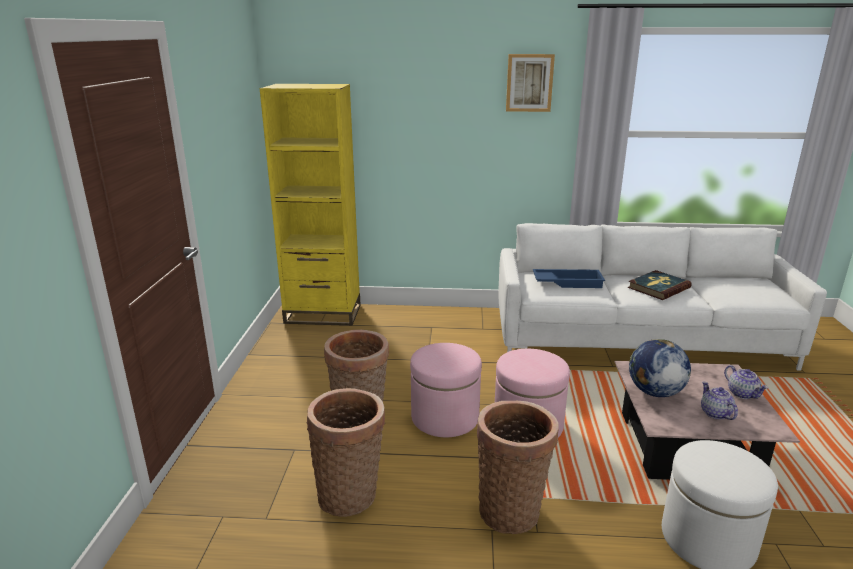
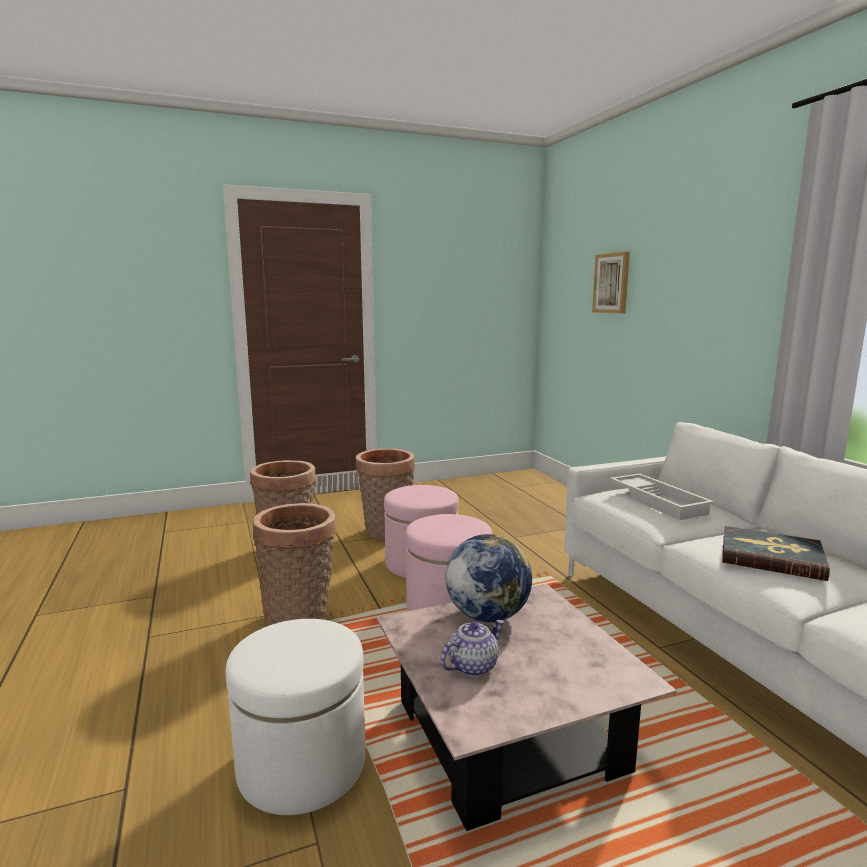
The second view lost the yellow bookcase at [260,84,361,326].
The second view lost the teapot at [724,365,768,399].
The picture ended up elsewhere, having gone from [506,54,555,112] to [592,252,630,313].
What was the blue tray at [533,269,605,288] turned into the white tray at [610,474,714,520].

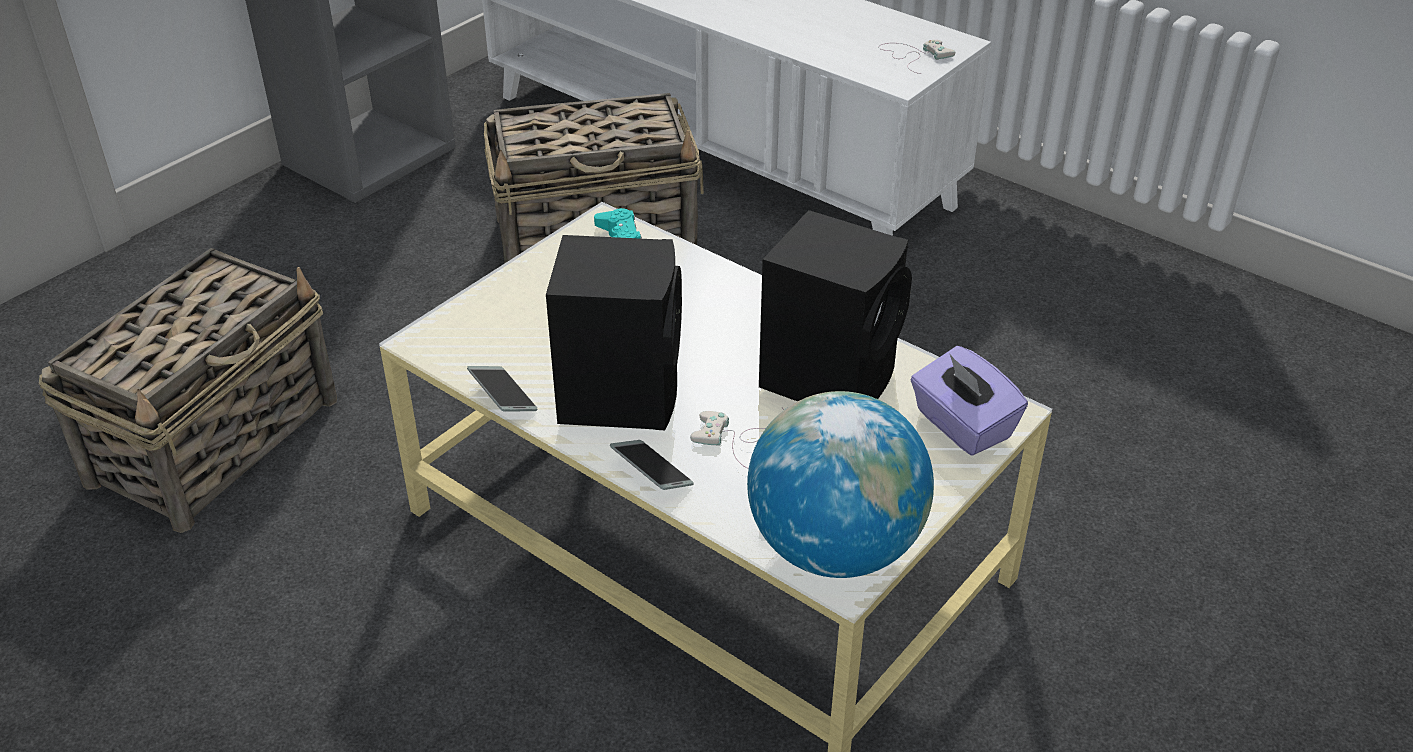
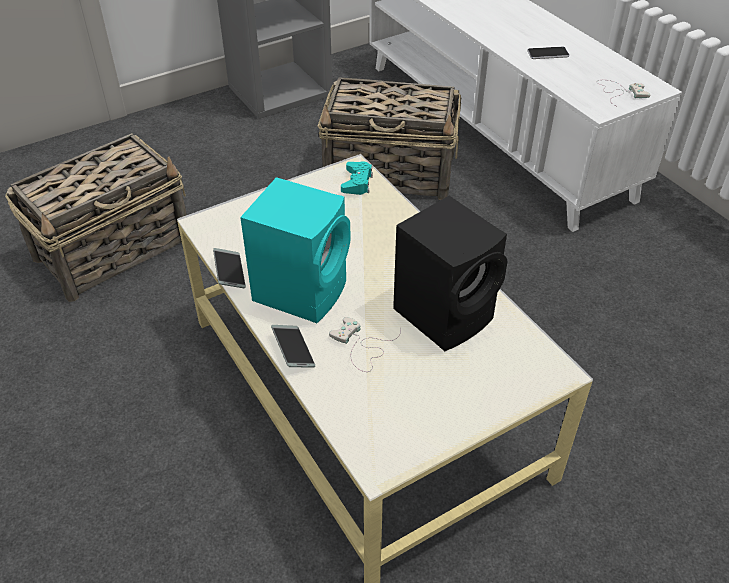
The second view lost the globe at [747,391,934,578].
The second view lost the purple tissue box at [911,346,1028,456].
The second view gained the phone at [527,47,569,59].
What was the black speaker at [546,235,682,430] turned into the turquoise speaker at [240,177,351,323].

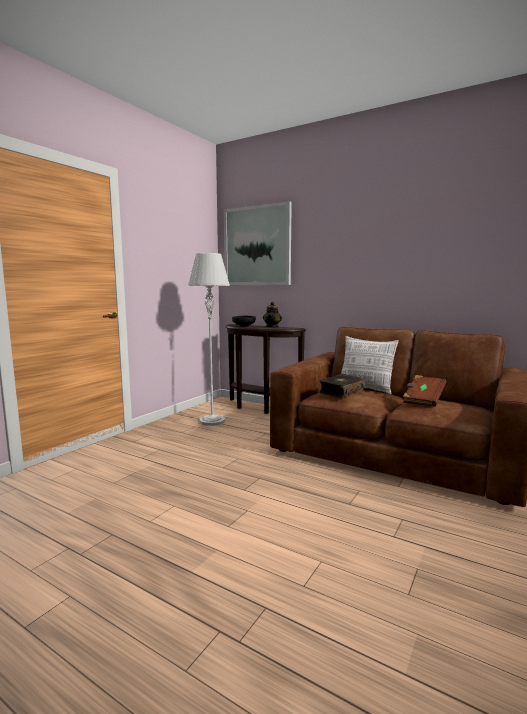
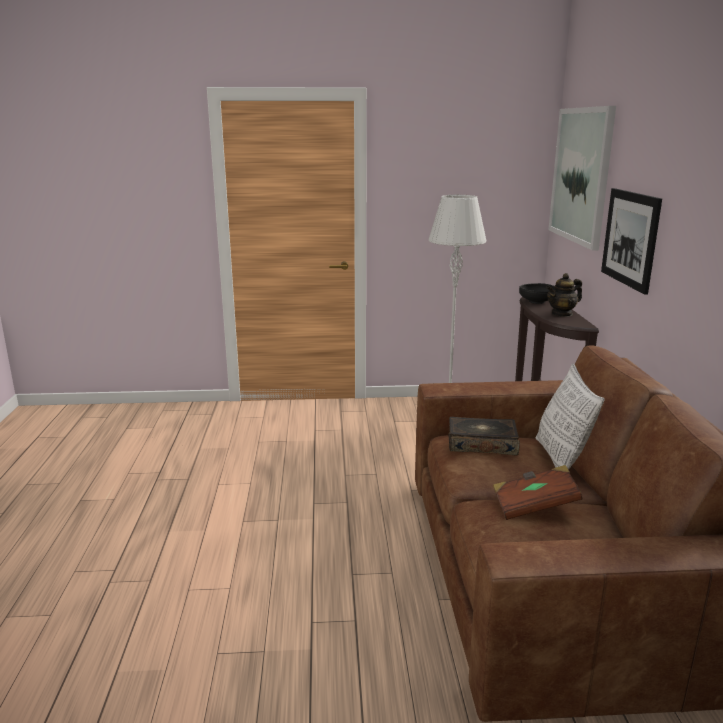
The second view gained the picture at [601,188,662,294].

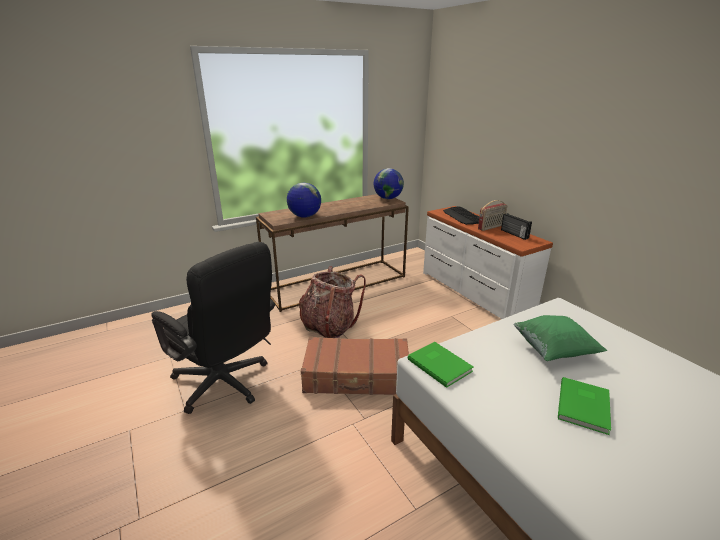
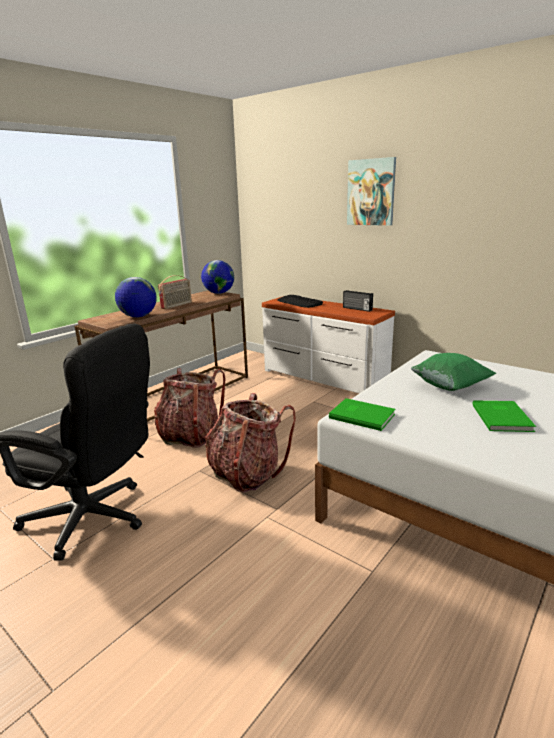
The second view gained the picture at [347,157,396,226].
The radio ended up elsewhere, having gone from [478,200,507,231] to [158,275,192,309].
Where the brown suitcase stood at [301,337,409,395], the backpack came to stand at [205,393,296,493].

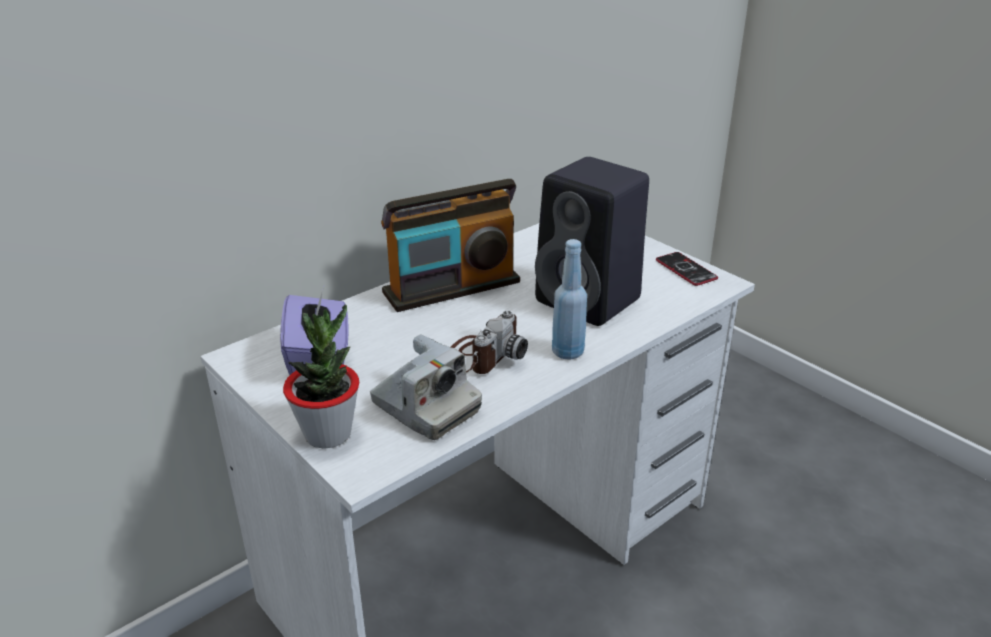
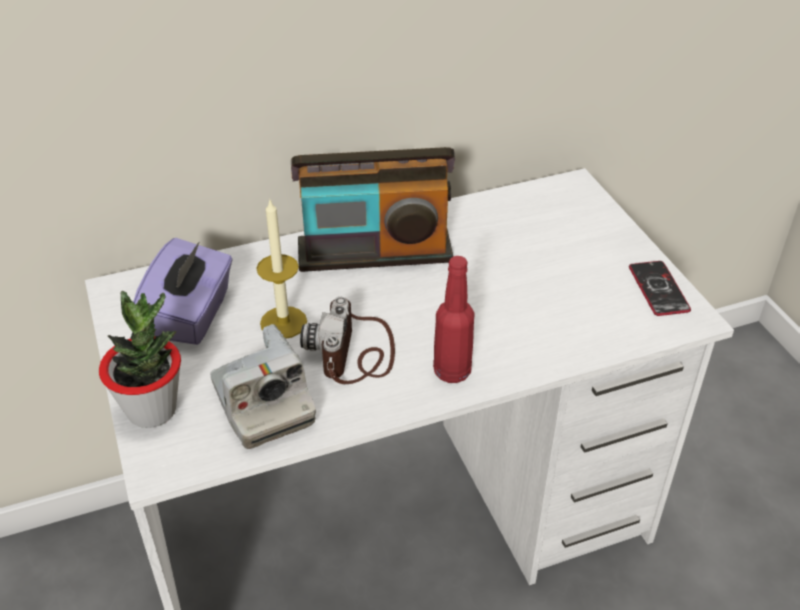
The second view lost the black speaker at [535,157,649,326].
The second view gained the candle at [256,198,307,338].
What was the blue bottle at [552,239,587,360] turned into the red bottle at [433,256,475,383].
The photo camera at [451,310,528,374] ended up facing another way, 135 degrees clockwise from before.

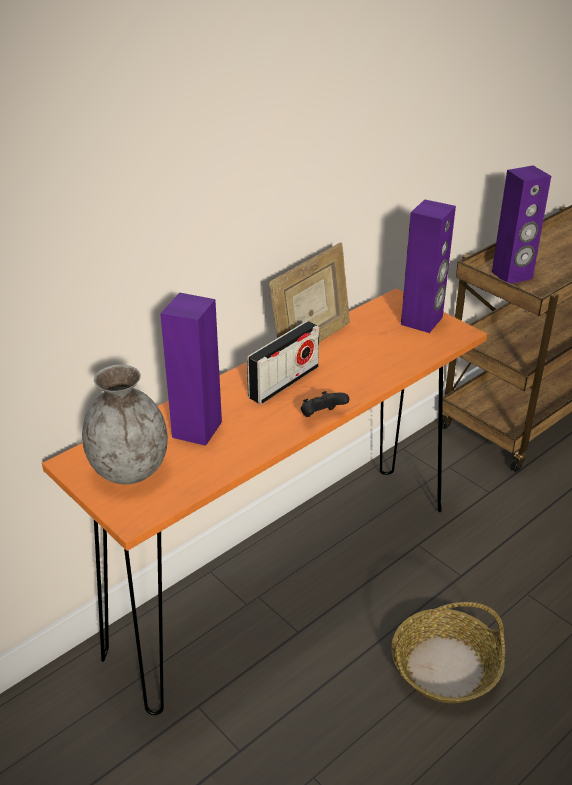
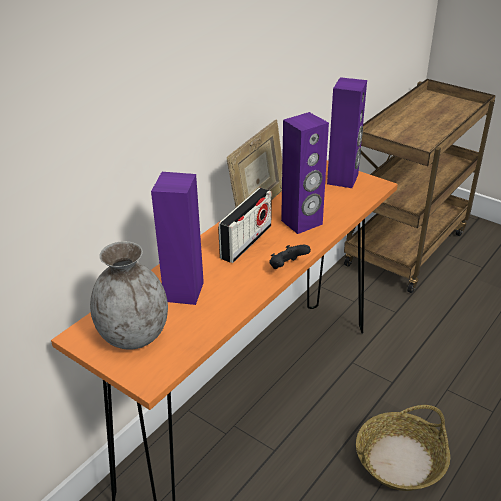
The purple speaker ended up elsewhere, having gone from [492,166,551,284] to [281,112,329,234].

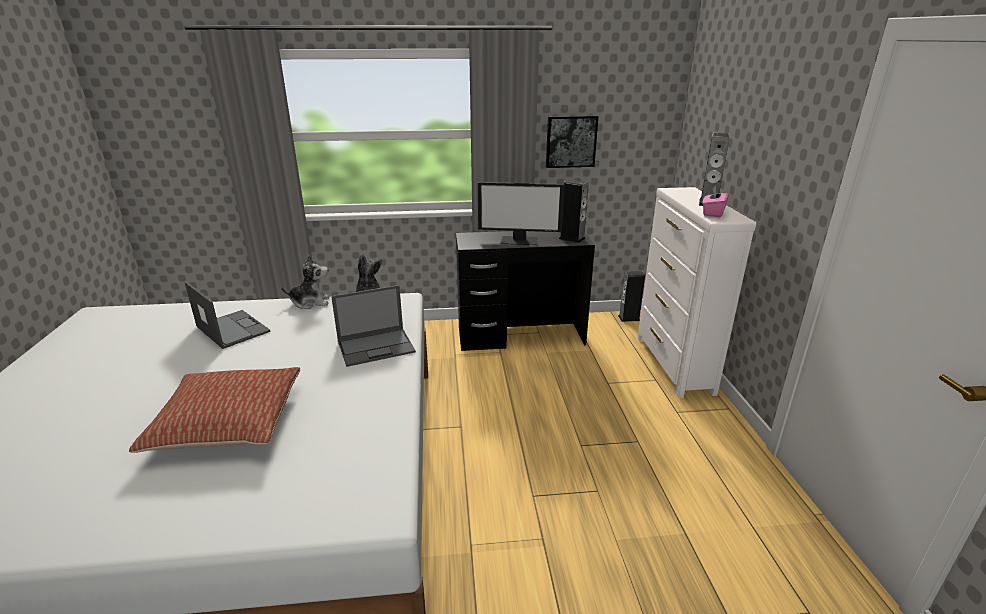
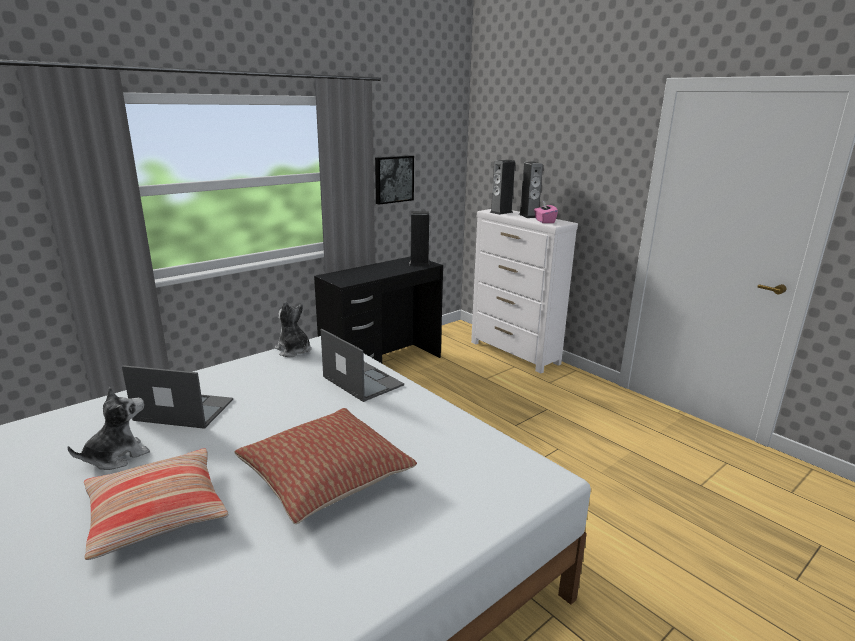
The second view lost the monitor at [478,182,564,245].
The second view gained the pillow at [84,449,229,560].
The plush toy ended up elsewhere, having gone from [281,255,330,309] to [67,387,150,470].
The speaker ended up elsewhere, having gone from [618,271,645,322] to [490,160,515,215].
The laptop at [331,285,416,367] ended up facing another way, 75 degrees counterclockwise from before.

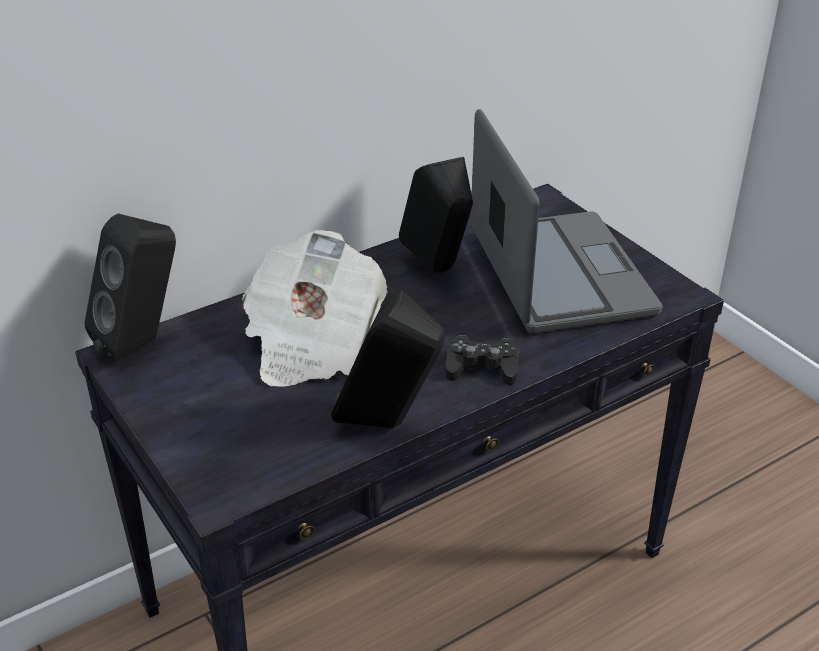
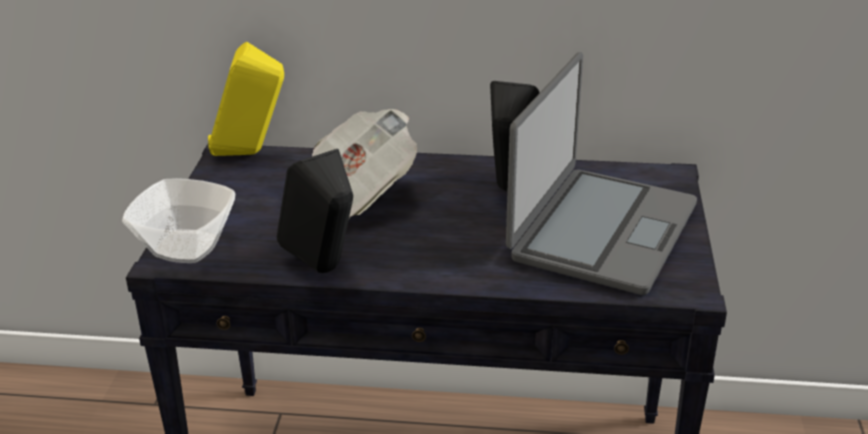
The second view lost the black game controller at [445,335,519,386].
The second view gained the bowl at [122,178,235,263].
What was the black speaker at [85,214,176,362] turned into the yellow speaker at [208,42,284,156].

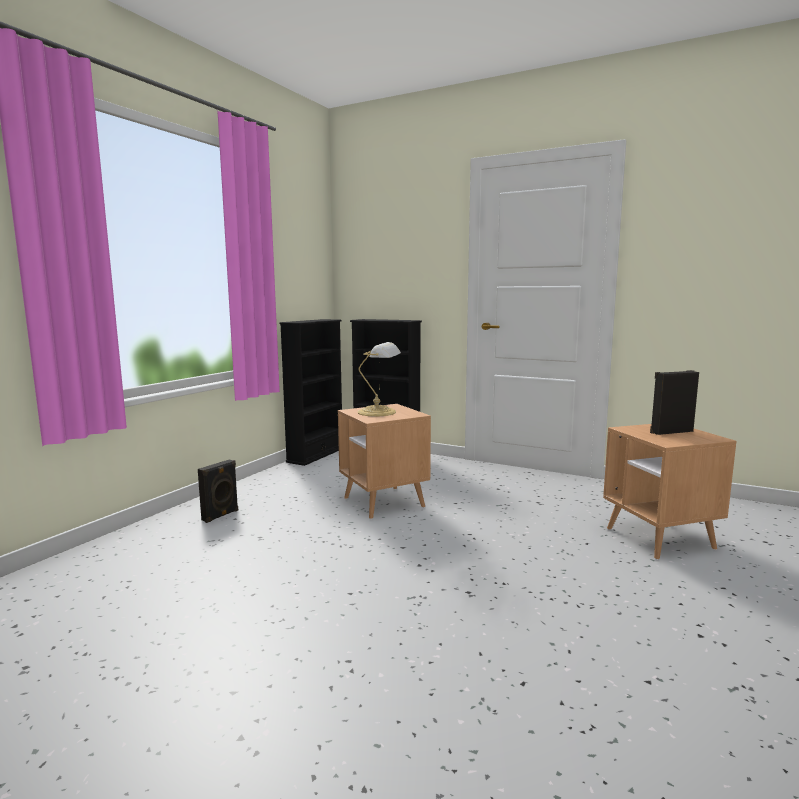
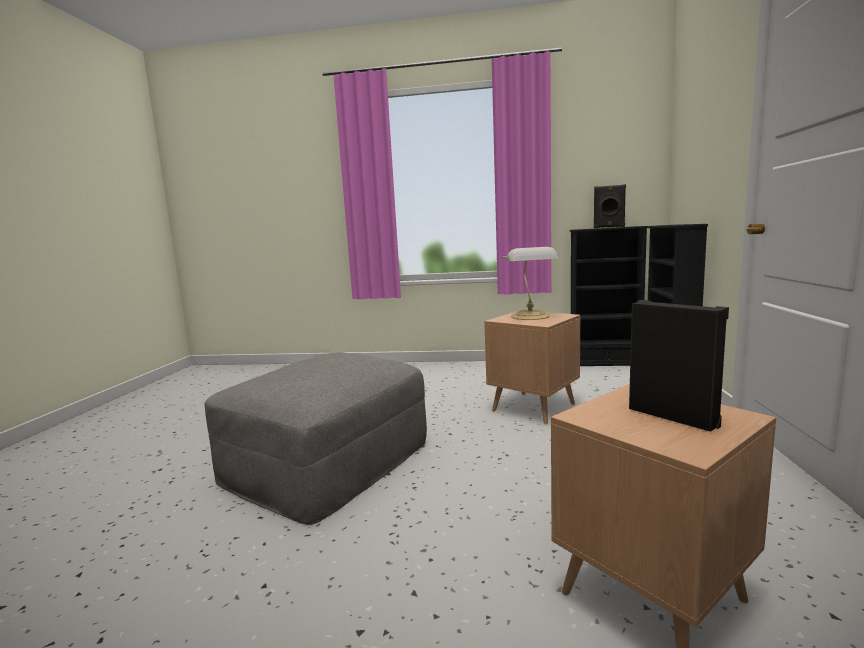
The second view gained the grey ottoman at [204,352,427,525].
The black speaker ended up elsewhere, having gone from [198,460,238,523] to [594,184,626,228].

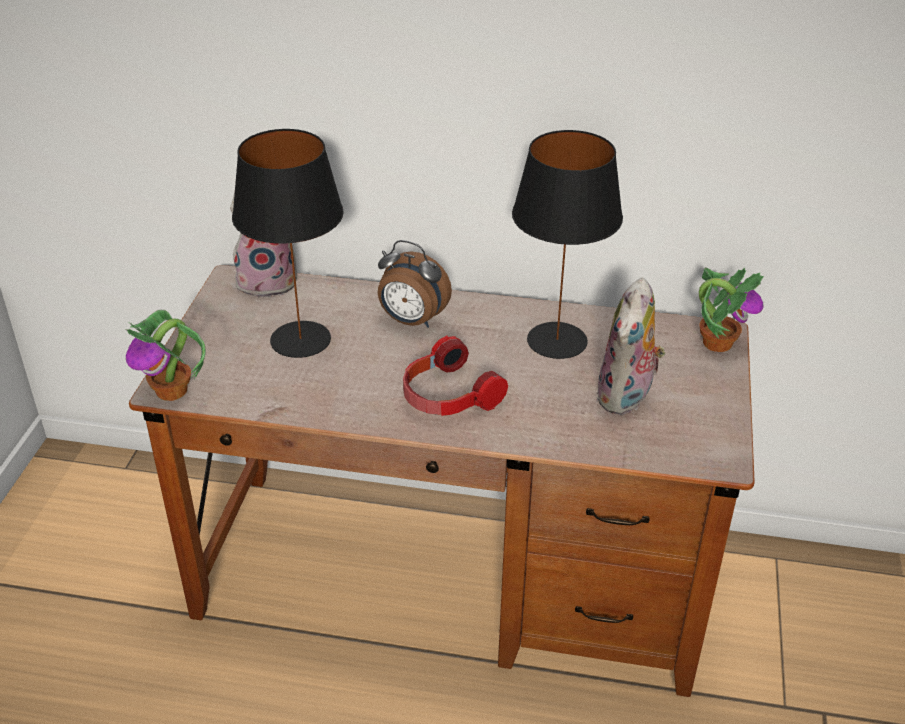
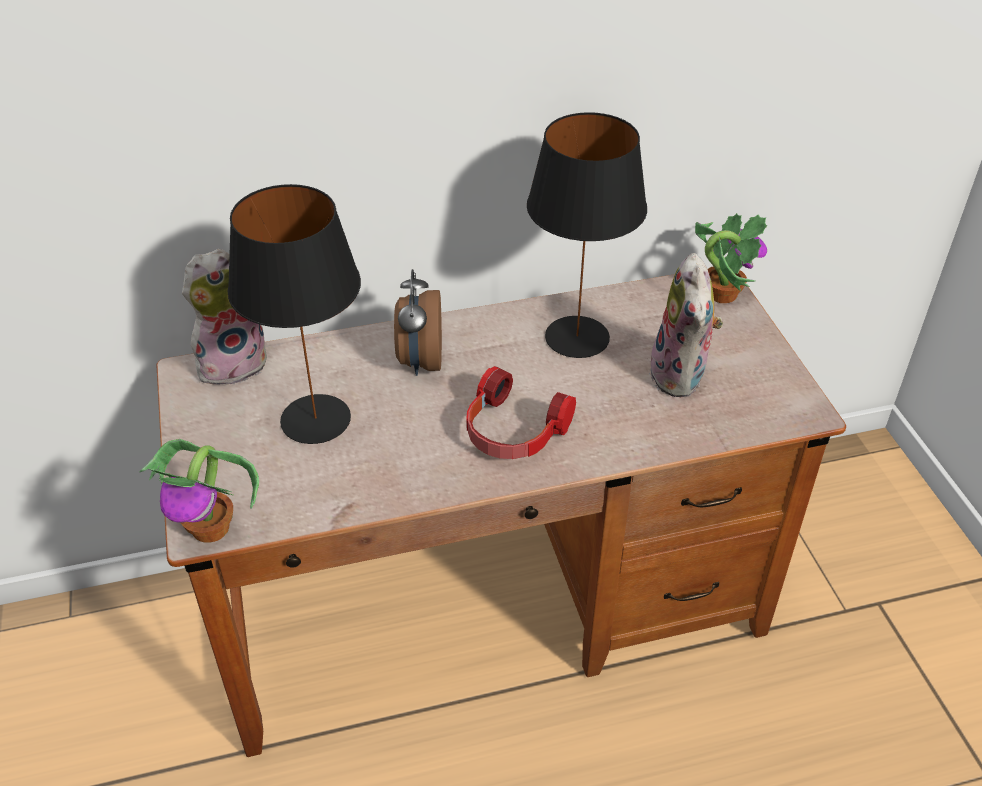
The alarm clock at [378,240,452,328] ended up facing another way, 90 degrees clockwise from before.

